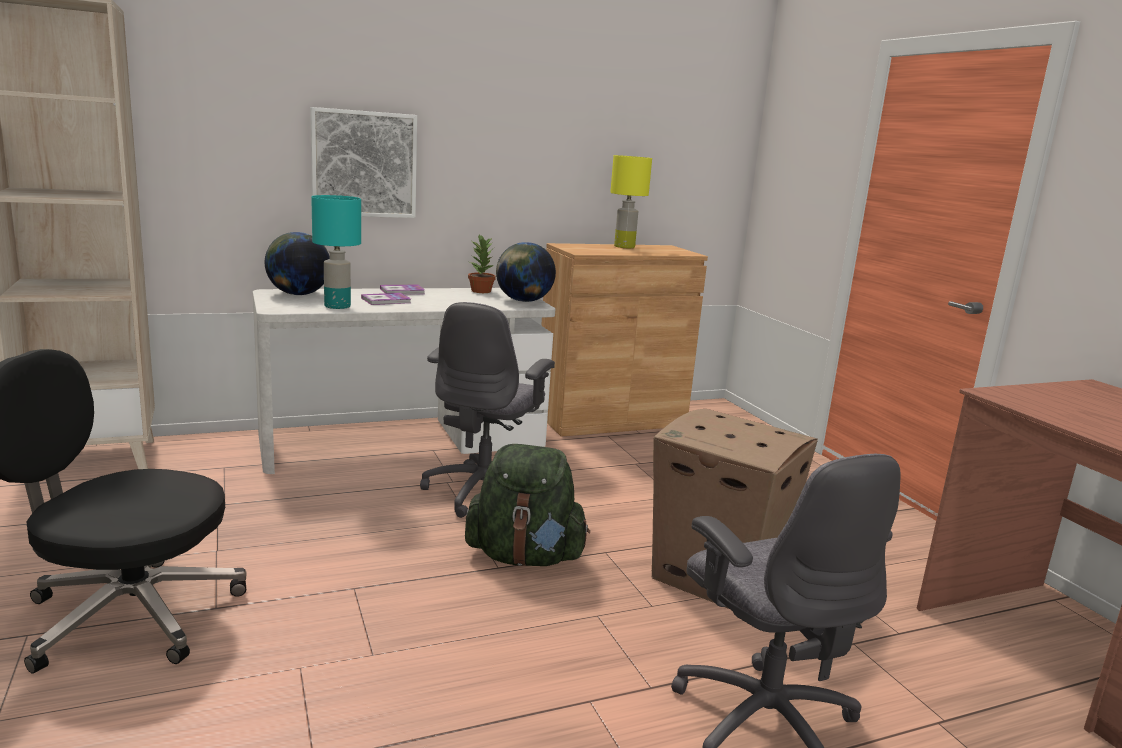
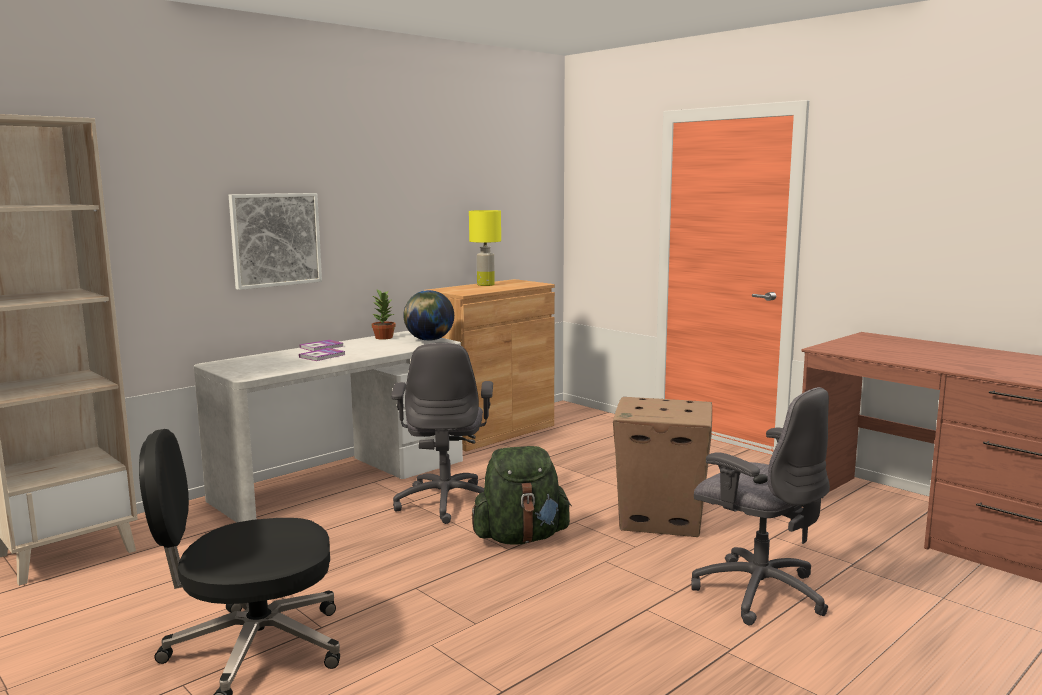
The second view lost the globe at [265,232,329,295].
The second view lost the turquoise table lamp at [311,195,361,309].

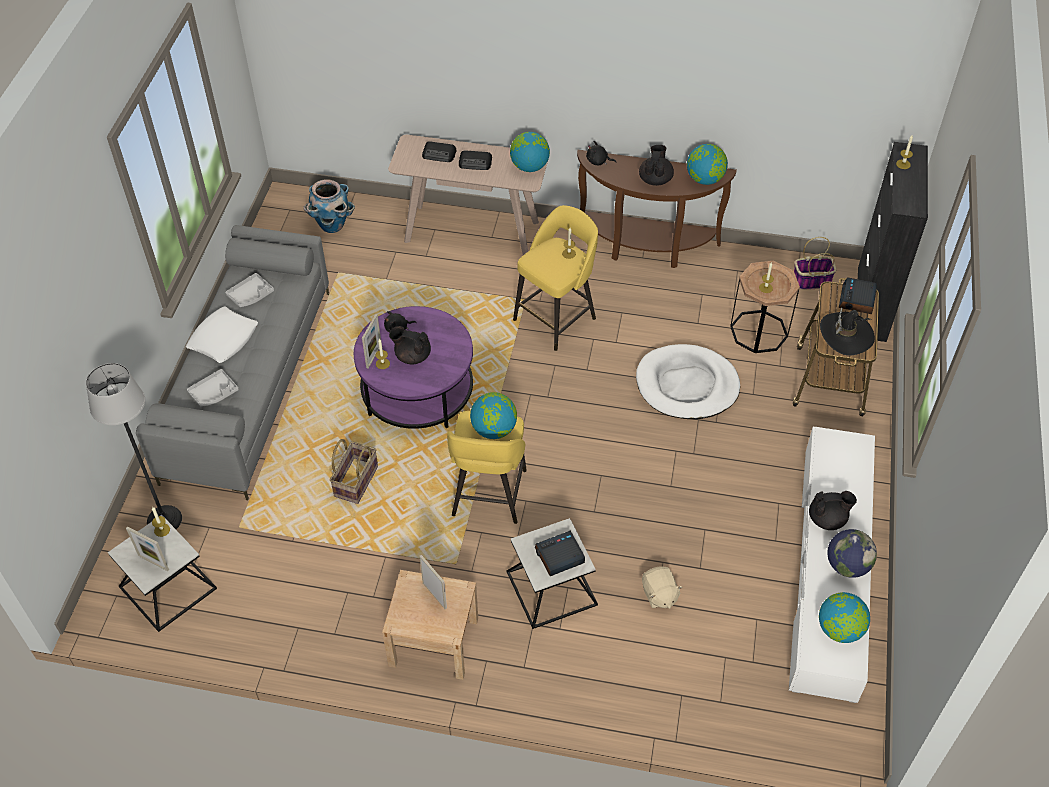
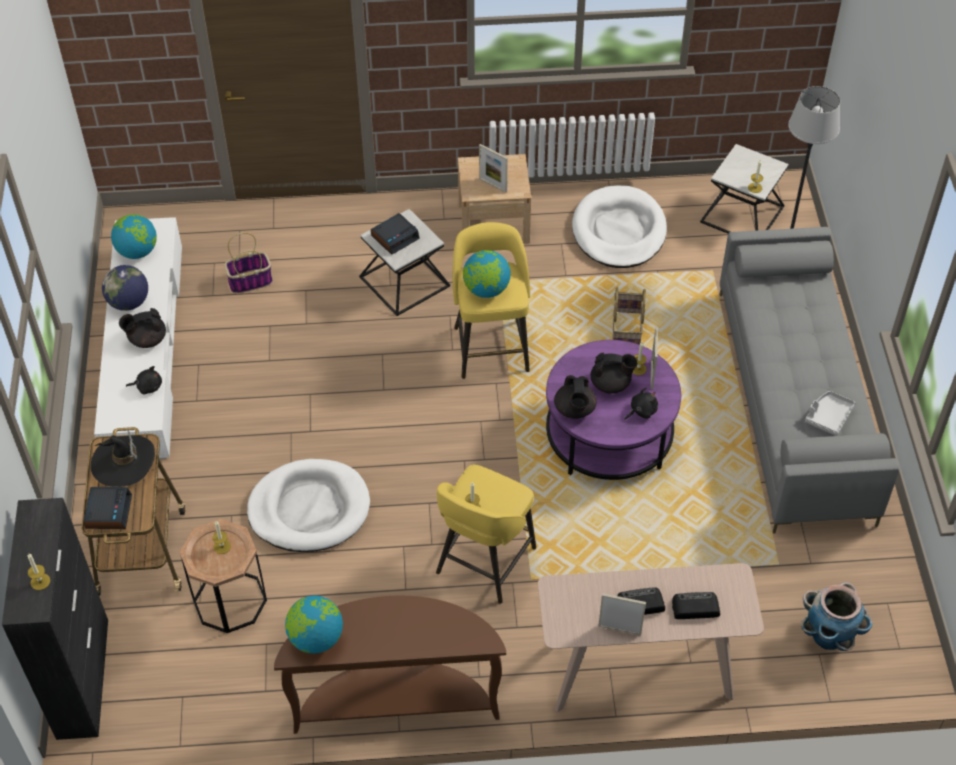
The second view lost the white pillow at [186,307,258,363].
The second view lost the grey tray at [187,369,239,407].
The second view lost the globe at [510,132,550,172].
The second view lost the beige plush toy at [642,566,683,609].
The second view gained the white dog bed at [572,185,667,268].
The picture frame ended up elsewhere, having gone from [126,527,169,571] to [598,593,646,635].
The black plush toy ended up elsewhere, having gone from [586,141,616,166] to [126,366,162,395].
The black teapot ended up elsewhere, having gone from [639,145,674,186] to [554,375,596,419].
The basket ended up elsewhere, having gone from [794,237,837,290] to [224,232,273,294].

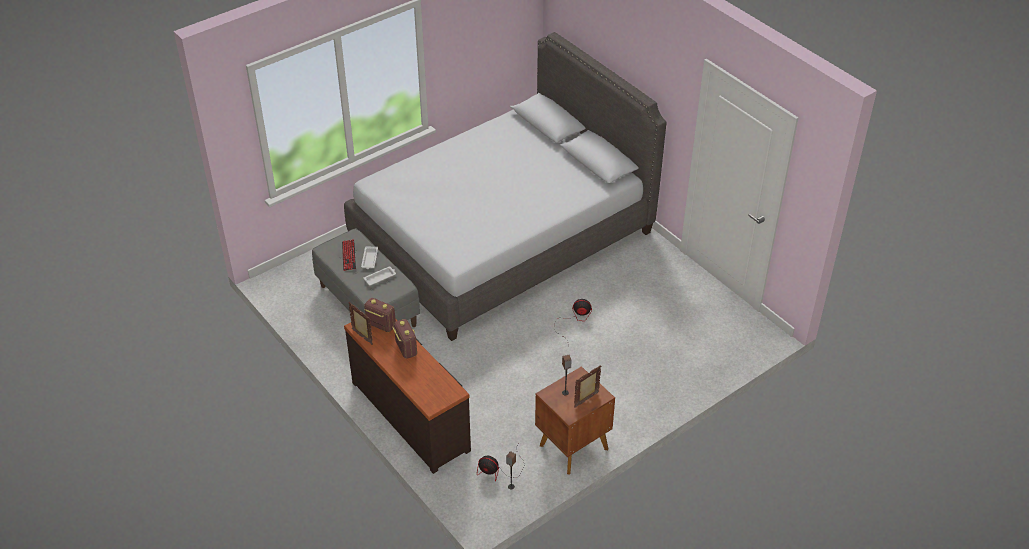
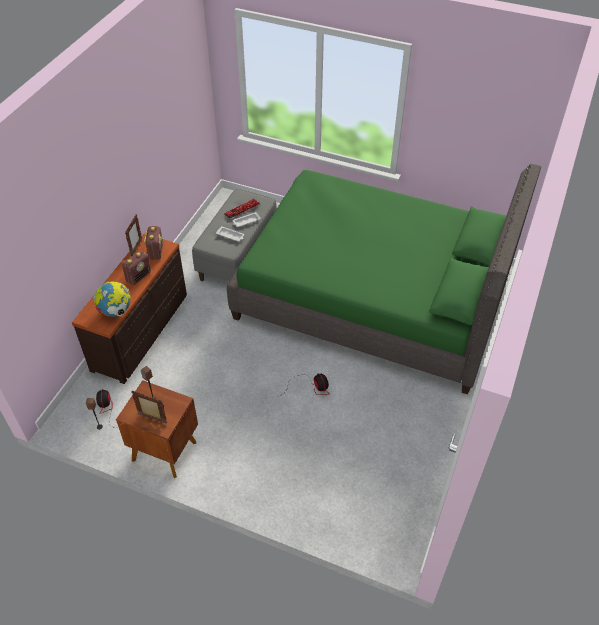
The second view gained the globe at [94,282,131,317].
What was the grey bed at [344,32,667,341] turned into the green bed at [227,164,541,394].

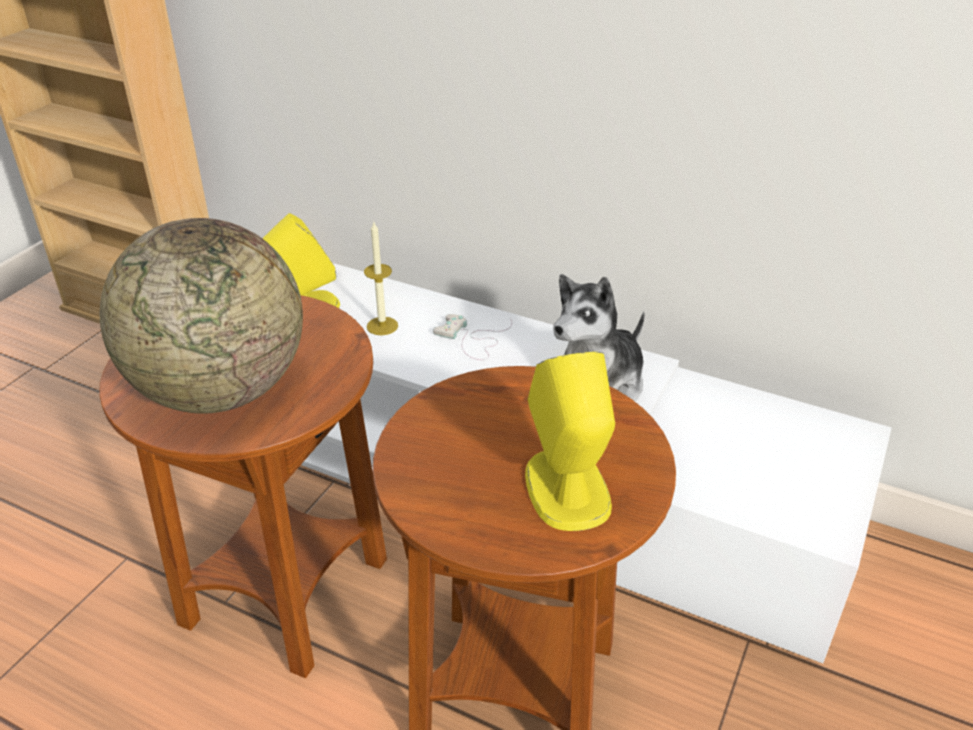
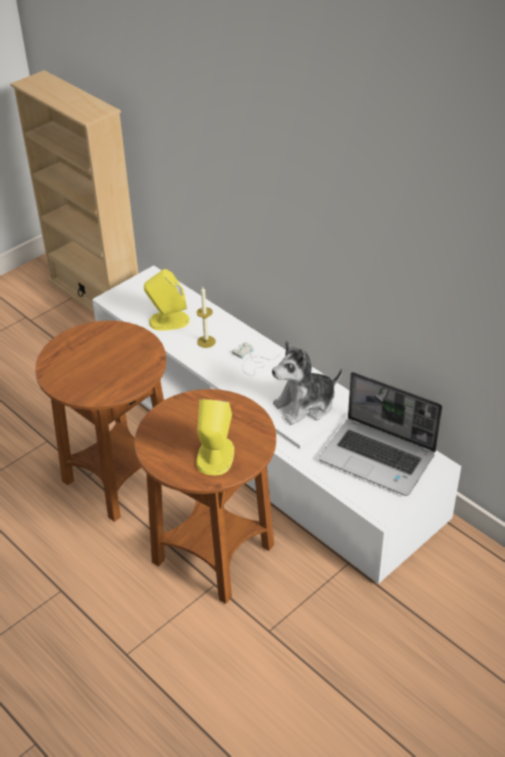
The second view lost the globe at [100,218,303,414].
The second view gained the laptop at [319,372,443,496].

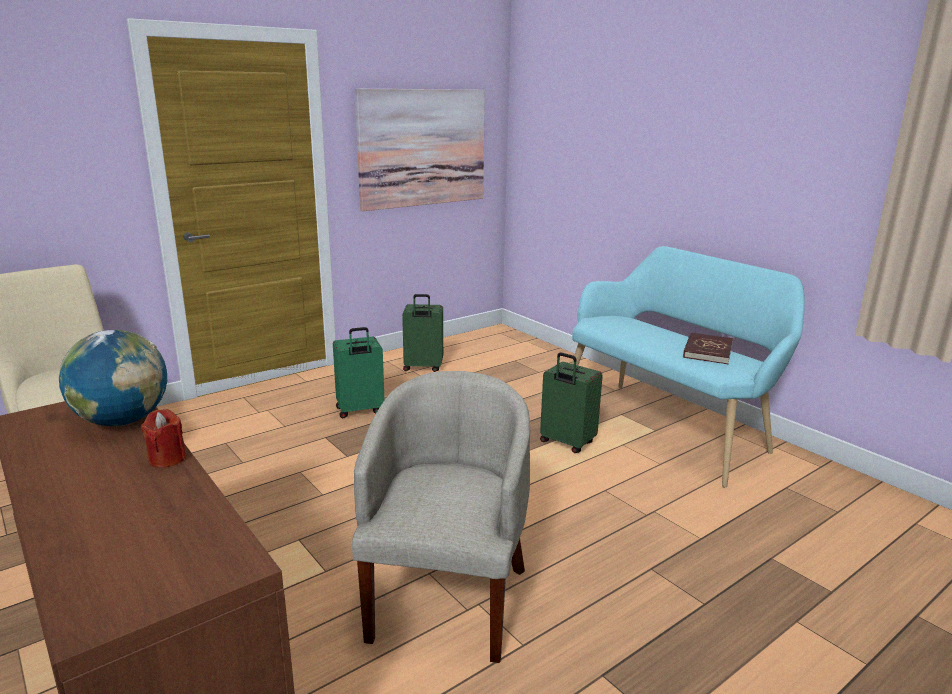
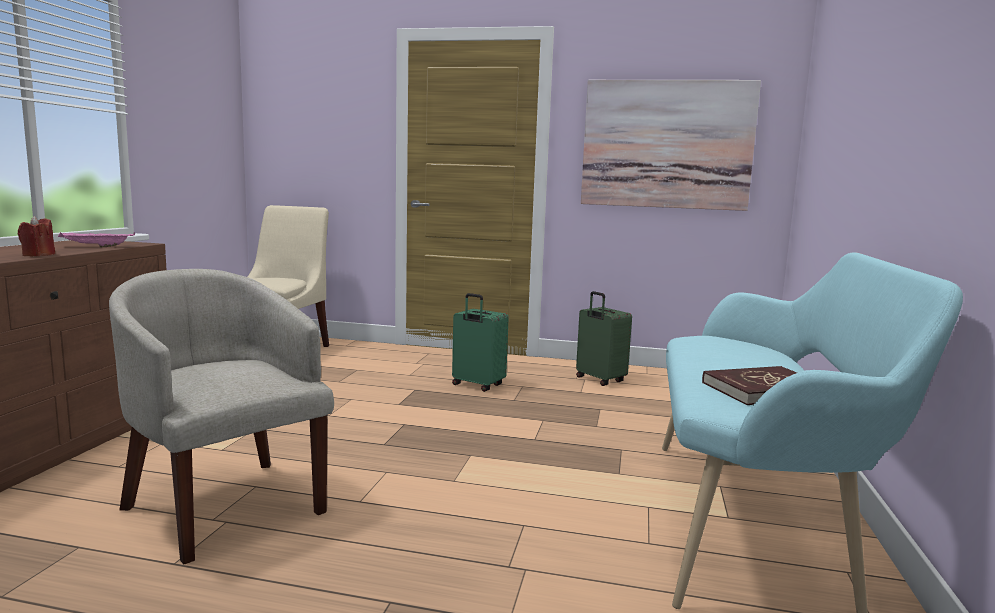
The second view lost the green suitcase at [540,352,603,453].
Where the globe stood at [59,330,167,426], the pink tray came to stand at [58,232,135,247].
The beige armchair at [352,371,530,663] ended up facing another way, 105 degrees counterclockwise from before.

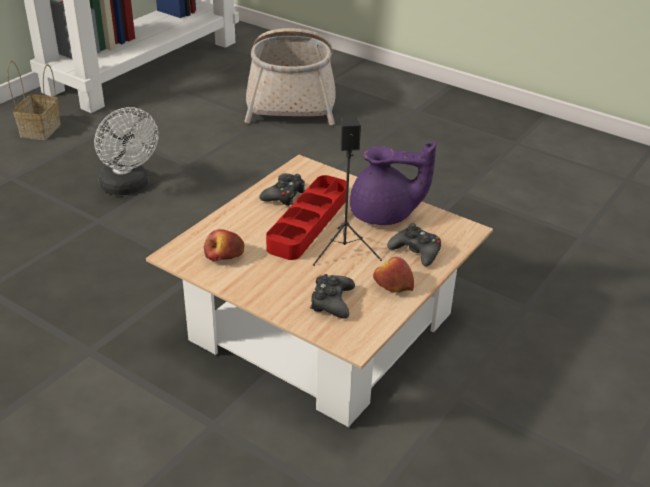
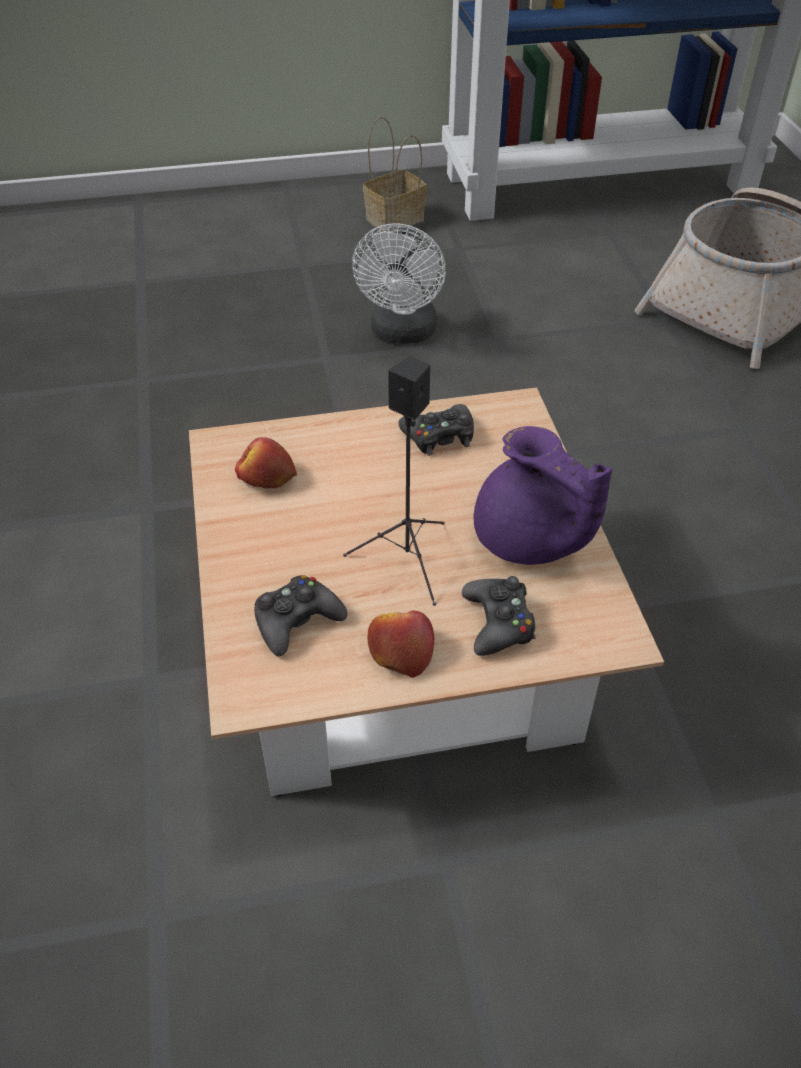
The second view lost the red tray at [266,175,346,260].

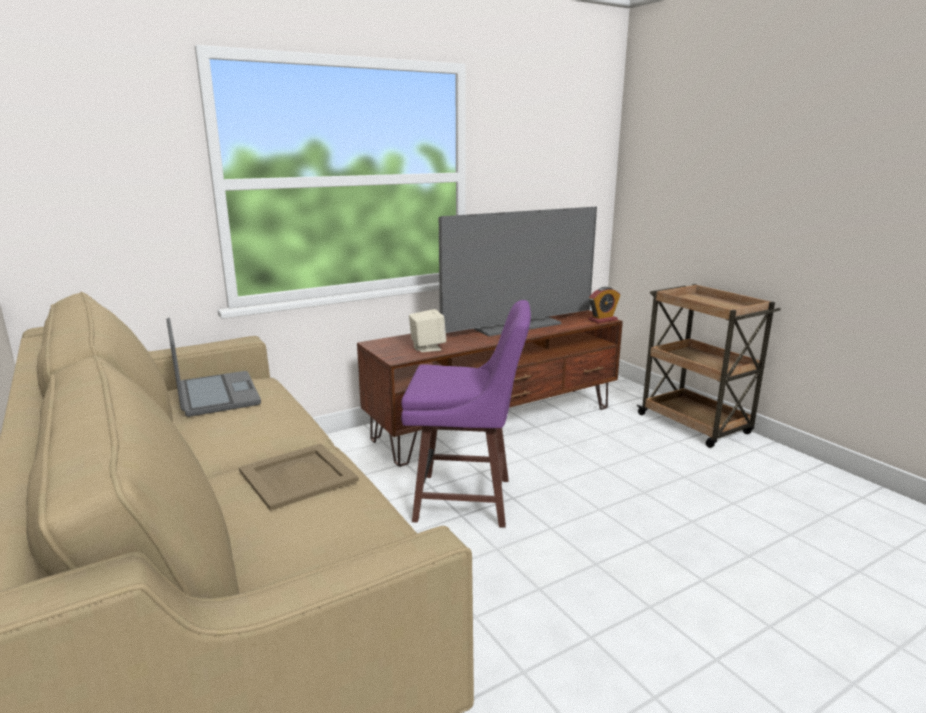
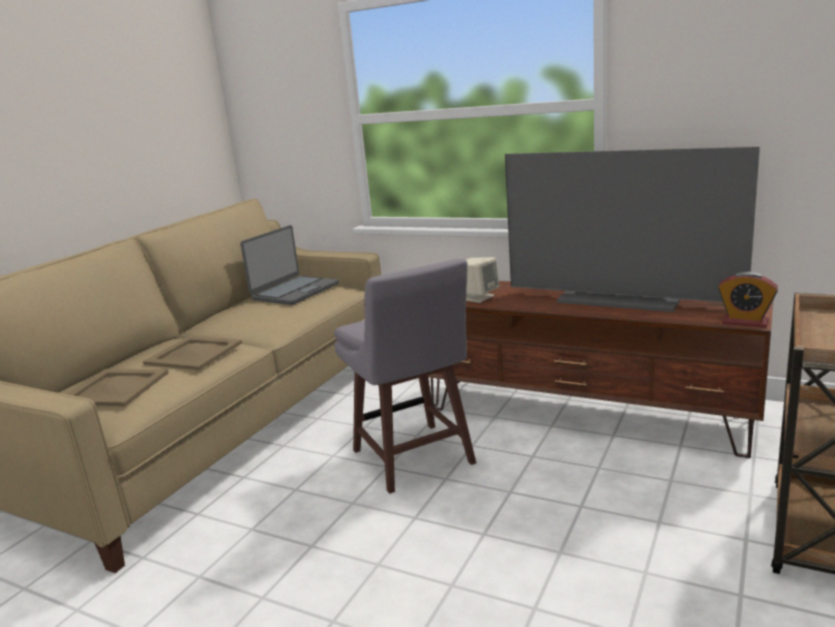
The second view gained the beige tray at [68,369,169,406].
What was the purple stool at [401,300,531,528] turned into the grey stool at [334,259,476,494].

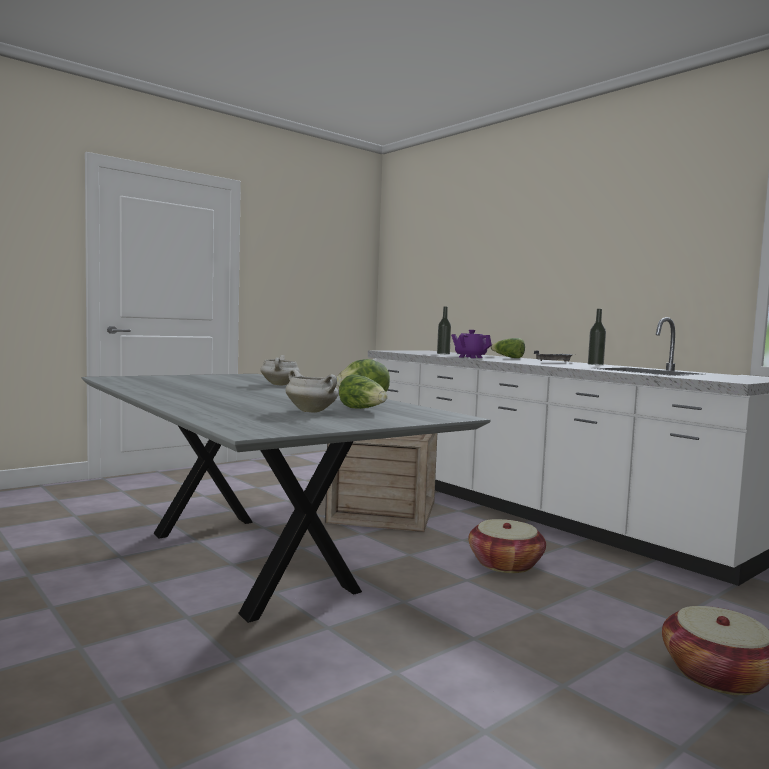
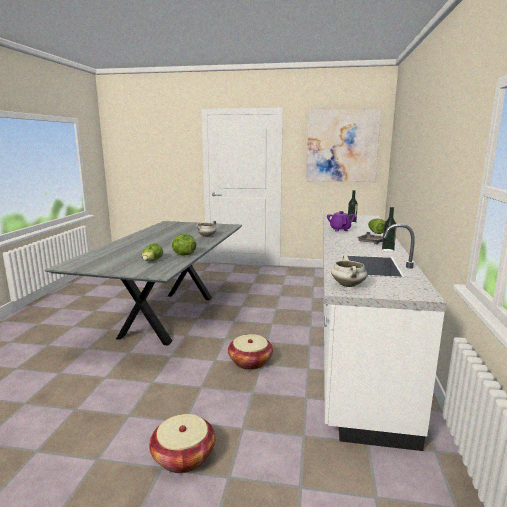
The second view lost the crate at [325,433,437,532].
The second view gained the picture at [306,109,381,182].
The white cooking pot ended up elsewhere, having gone from [285,370,339,412] to [331,255,368,287].

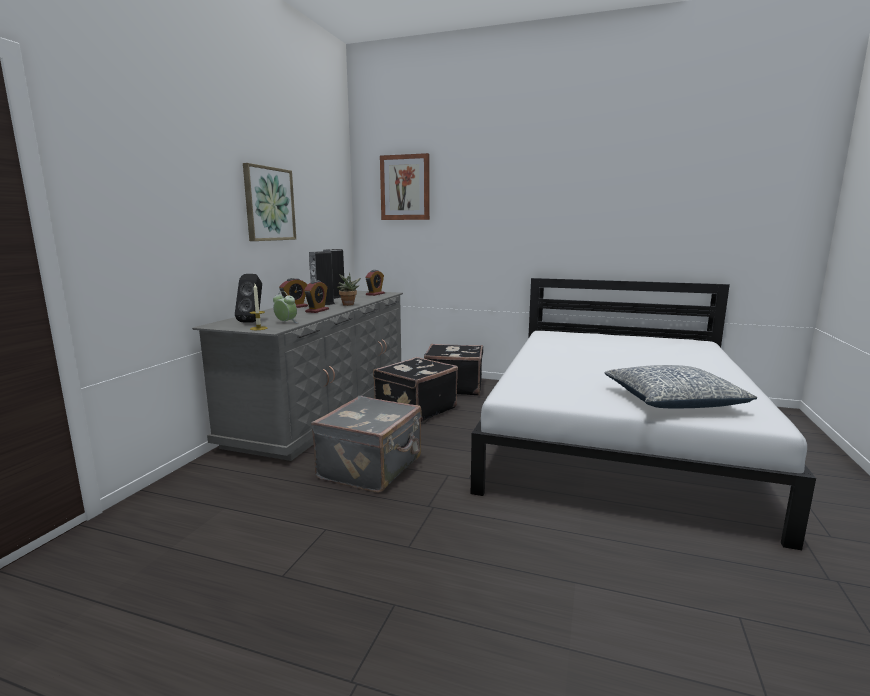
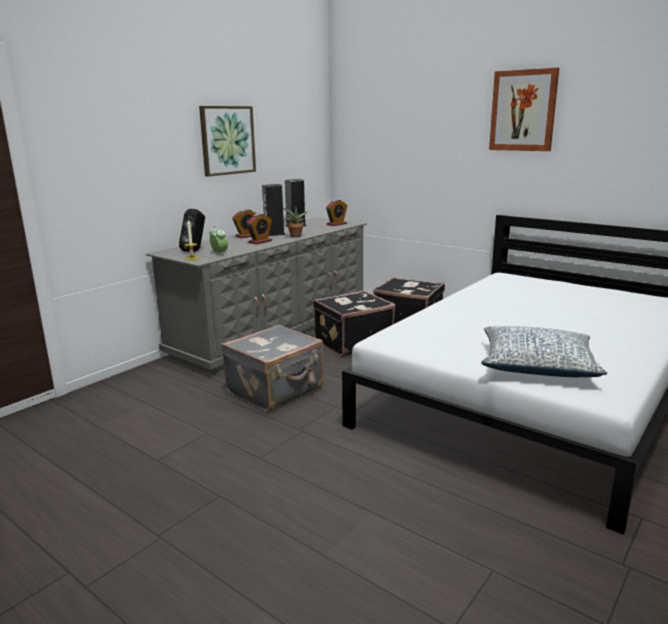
The picture ended up elsewhere, having gone from [380,153,430,220] to [489,68,559,151].

